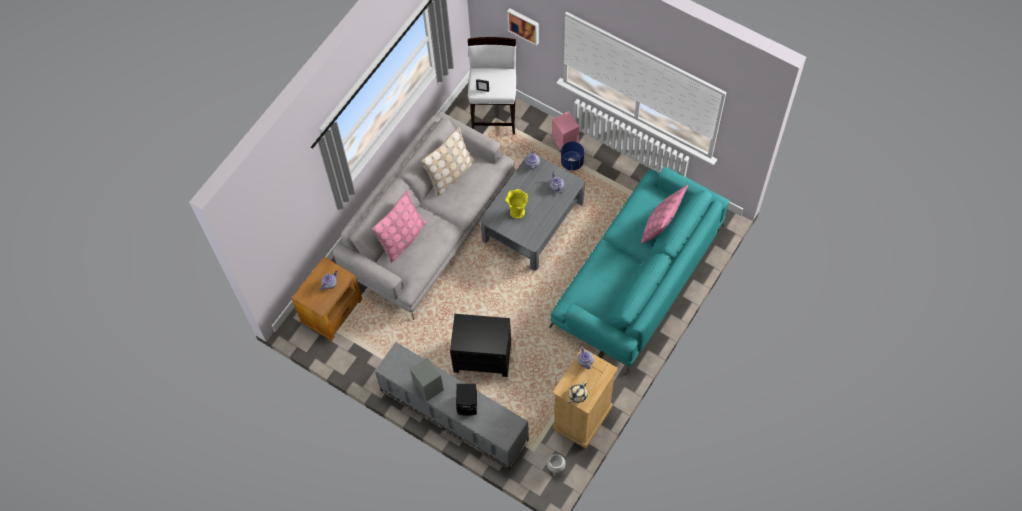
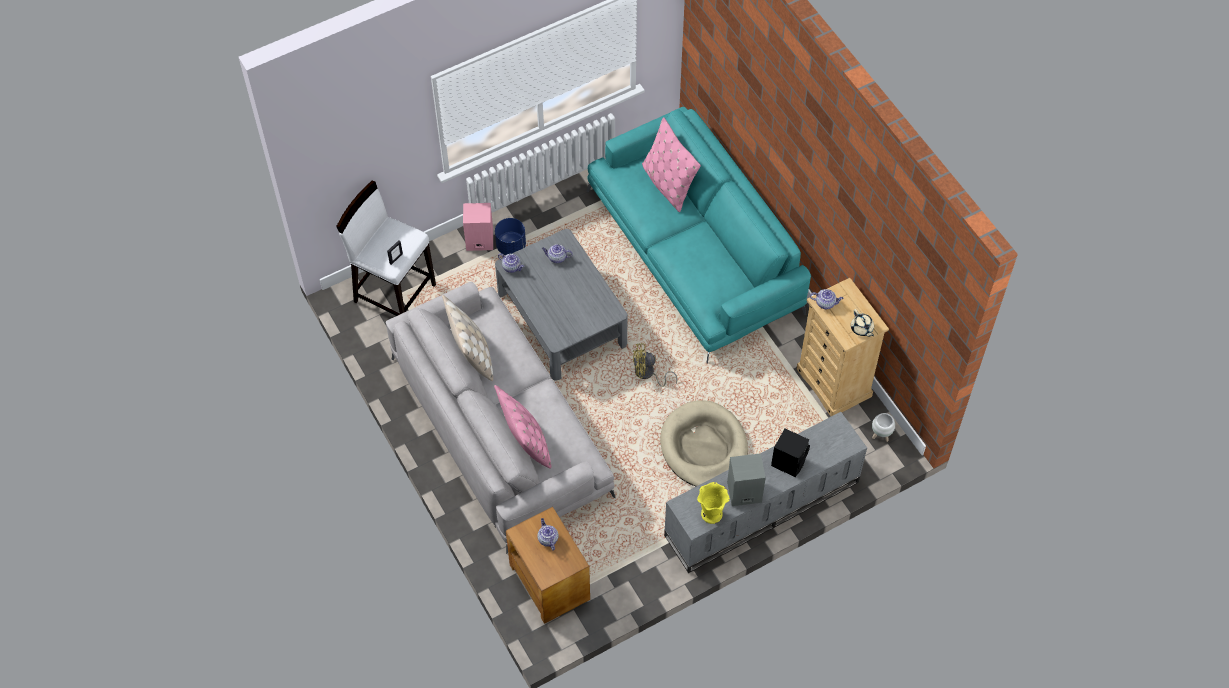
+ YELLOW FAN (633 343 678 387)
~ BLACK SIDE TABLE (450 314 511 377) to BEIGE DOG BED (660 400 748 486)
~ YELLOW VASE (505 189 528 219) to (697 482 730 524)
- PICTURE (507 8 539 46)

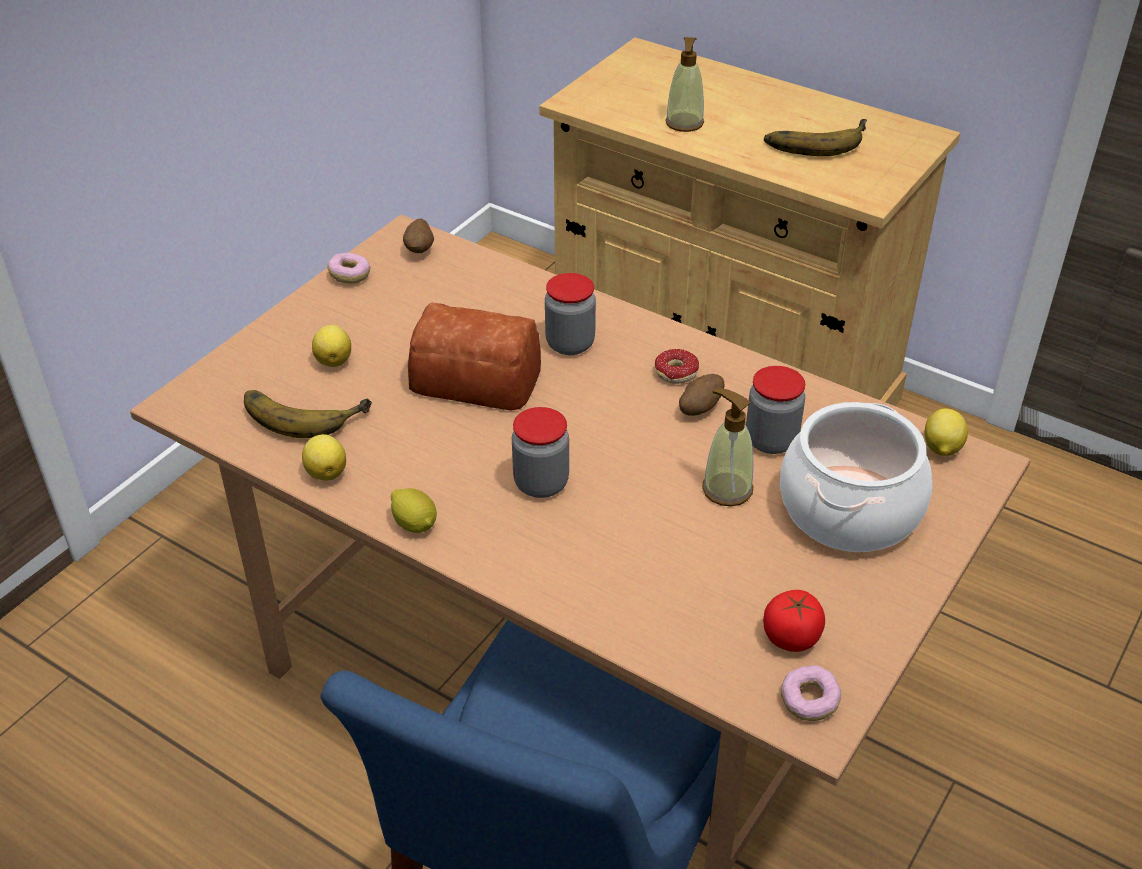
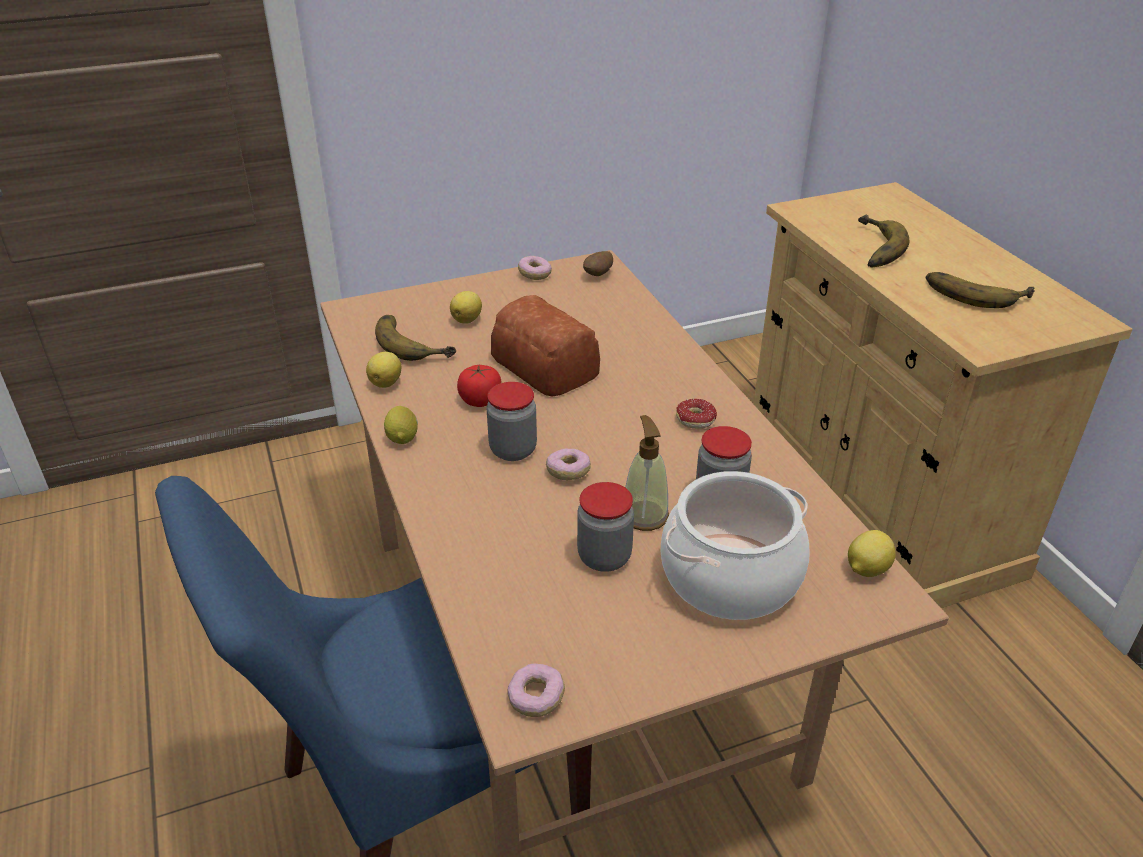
~ TOMATO (763 590 825 652) to (457 365 502 407)
+ DONUT (546 449 591 480)
~ JAR (545 273 596 355) to (577 482 634 572)
~ SOAP DISPENSER (665 37 704 132) to BANANA (858 215 909 267)
- POTATO (679 374 724 416)

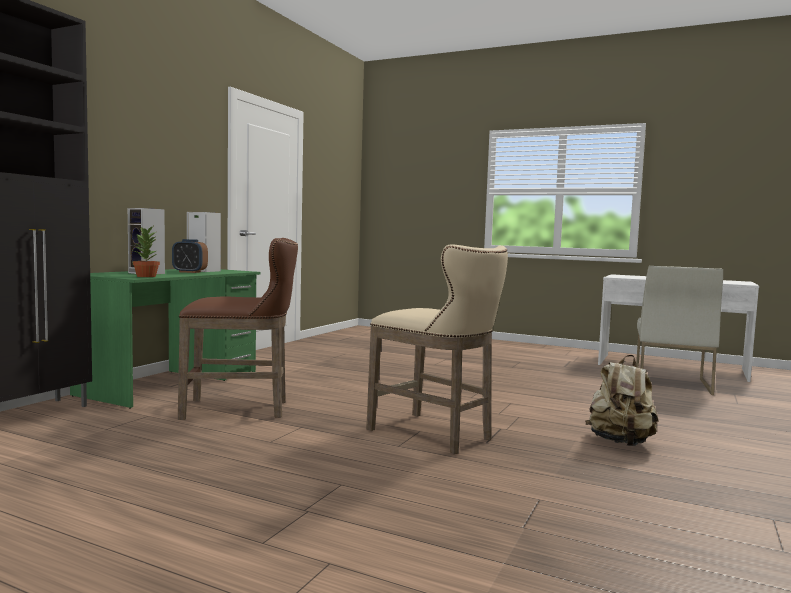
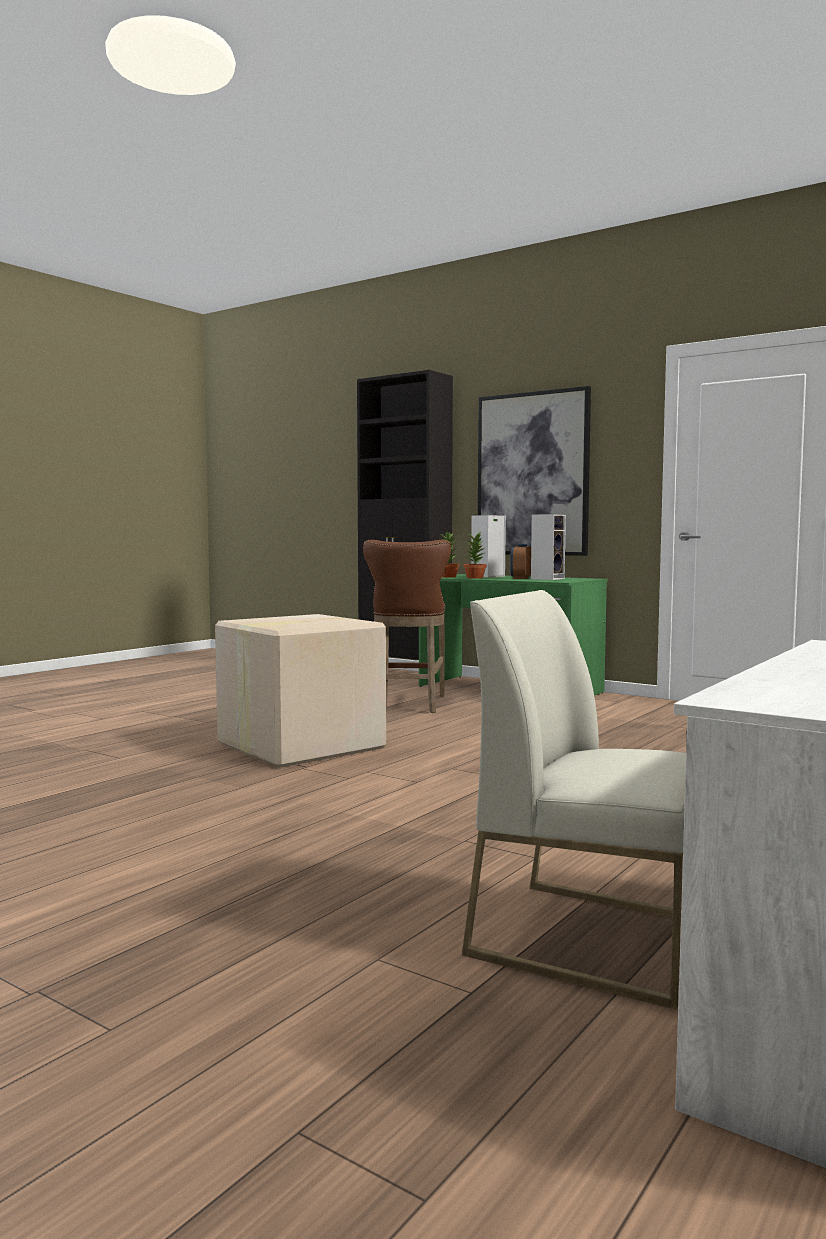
~ BEIGE STOOL (366 245 508 454) to CARDBOARD BOX (215 614 386 768)
+ POTTED PLANT (464 532 487 579)
+ PICTURE (478 386 591 556)
- BEIGE BACKPACK (585 355 658 446)

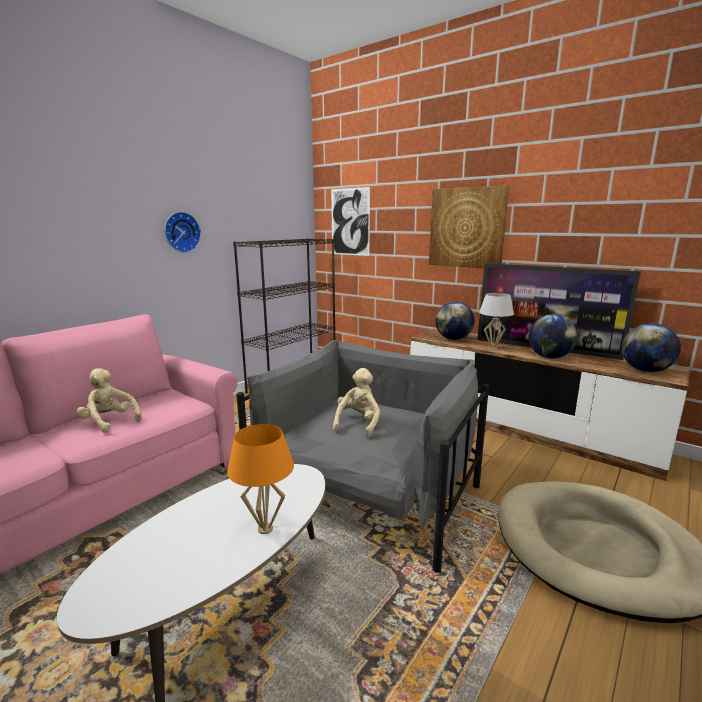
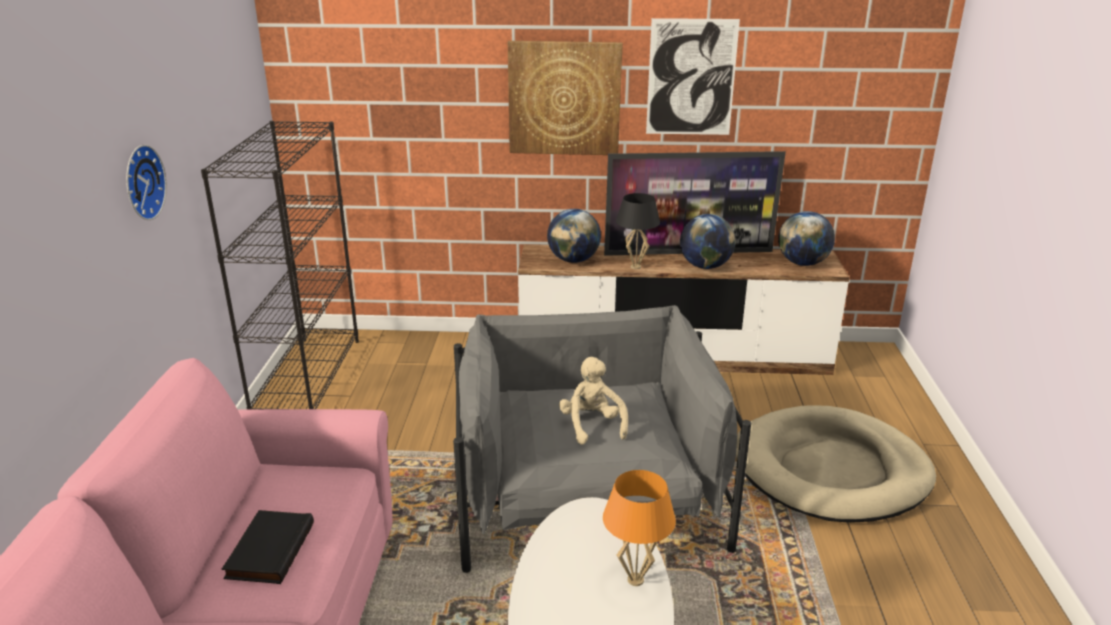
~ BEIGE PLUSH TOY (77 368 142 433) to BLACK BOOK (222 510 314 584)
~ WHITE TABLE LAMP (479 293 514 350) to BLACK TABLE LAMP (616 193 660 269)
~ PICTURE (331 187 370 256) to (646 18 740 135)

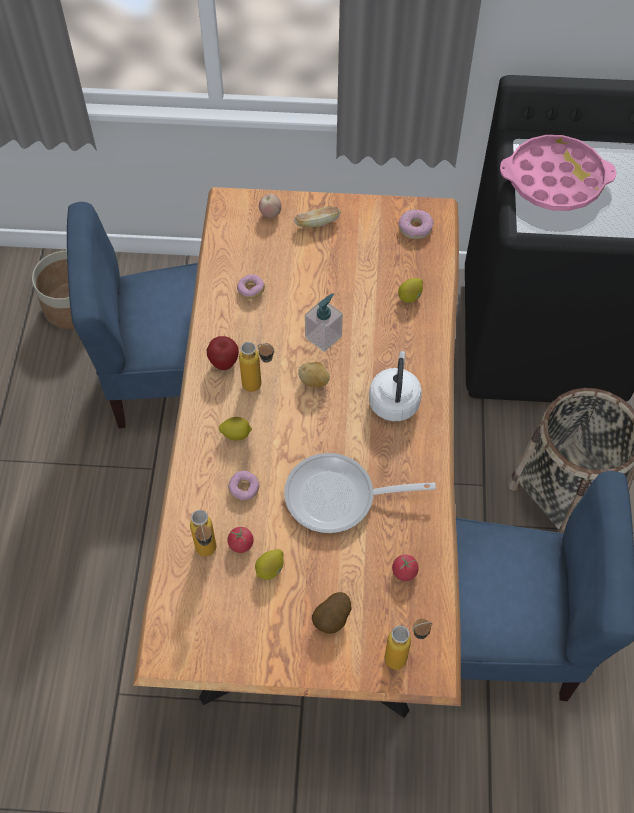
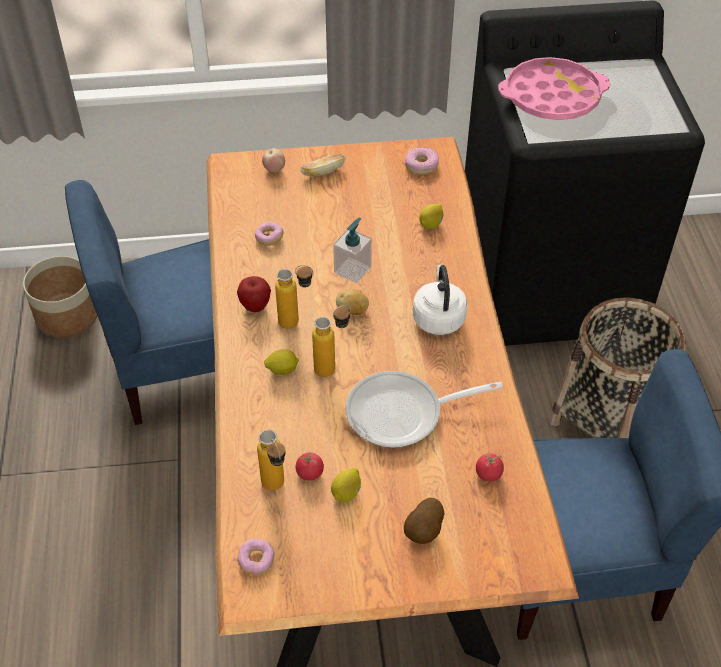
~ DONUT (228 471 260 501) to (237 538 274 575)
~ BOTTLE (384 619 432 669) to (312 305 351 377)

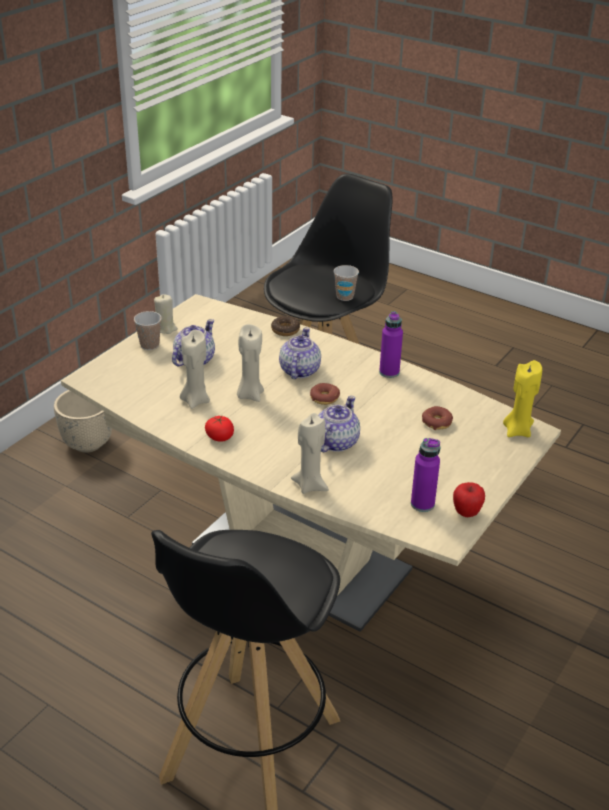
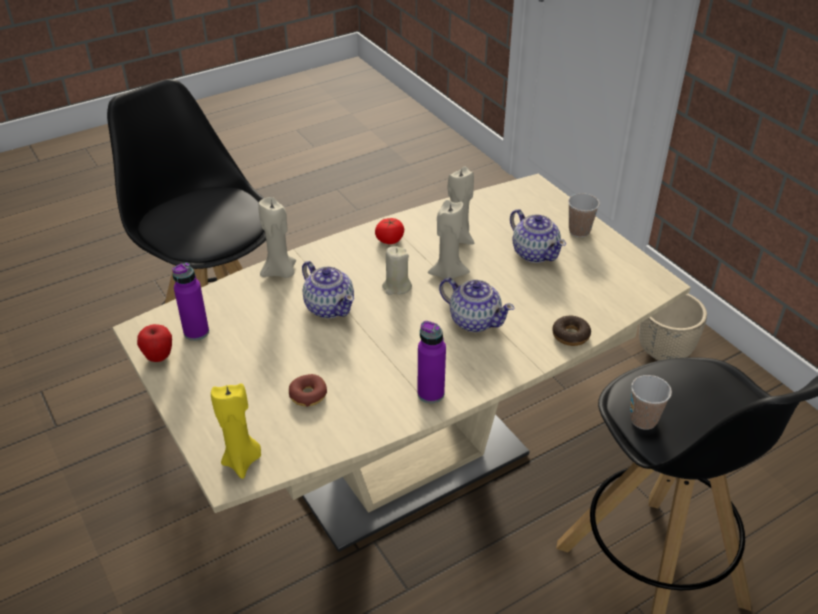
~ BEIGE CANDLE (154 294 178 334) to (382 246 412 295)
- DONUT (310 383 340 405)

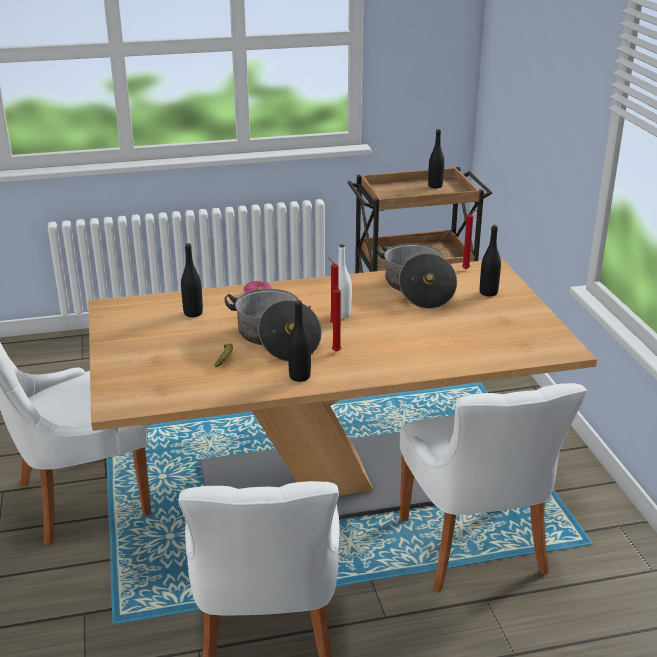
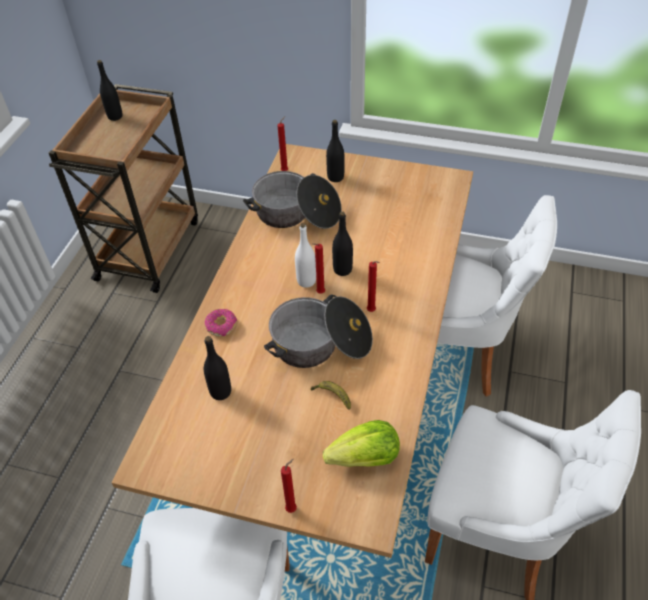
+ RED CANDLE (281 459 297 513)
+ LETTUCE (323 420 400 467)
~ BLACK BOTTLE (288 300 311 382) to (332 212 353 276)

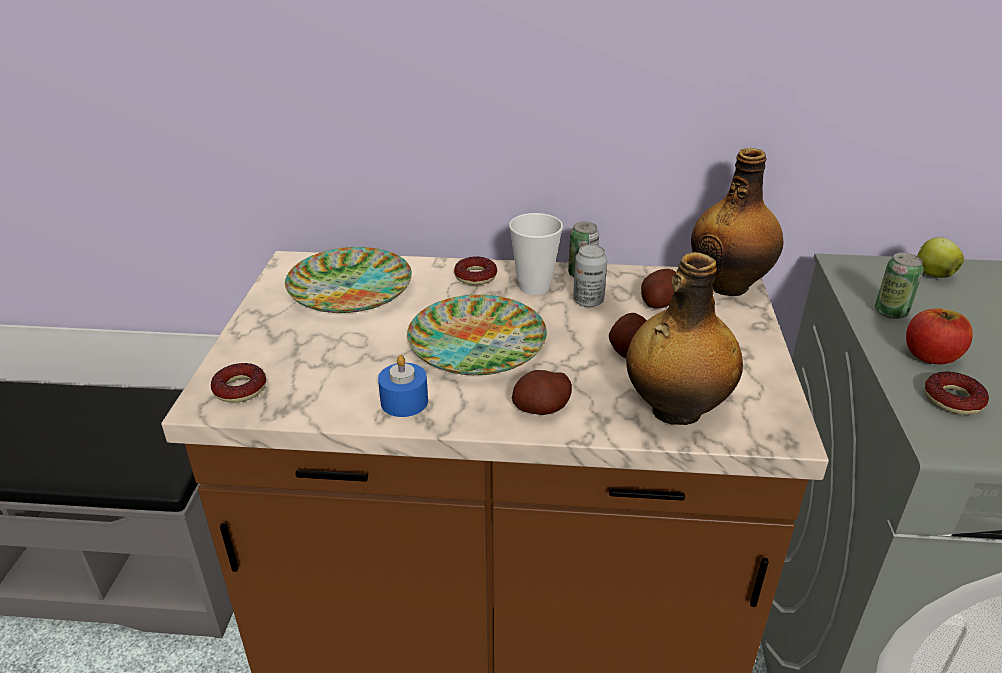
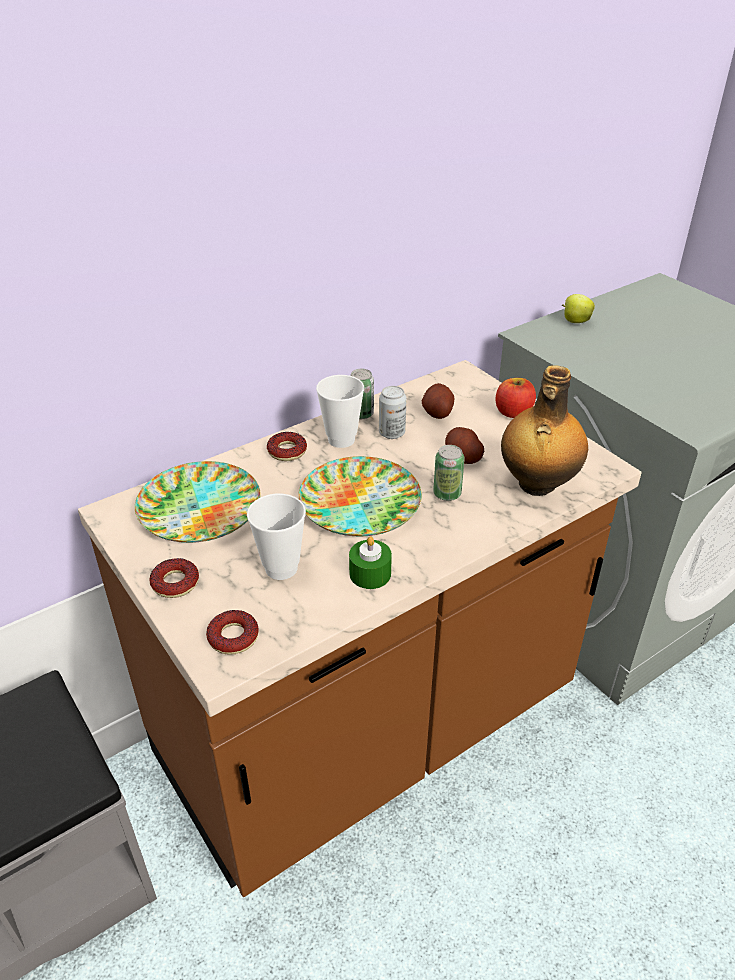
~ DONUT (925 372 989 415) to (149 558 199 598)
+ CUP (247 494 306 580)
~ BLUE CANDLE (378 355 428 417) to GREEN CANDLE (349 536 392 589)
~ CAN (875 253 924 319) to (433 445 465 501)
~ APPLE (906 308 973 364) to (496 378 536 418)
- POTATO (512 370 572 415)
- BOTTLE (691 148 784 296)

